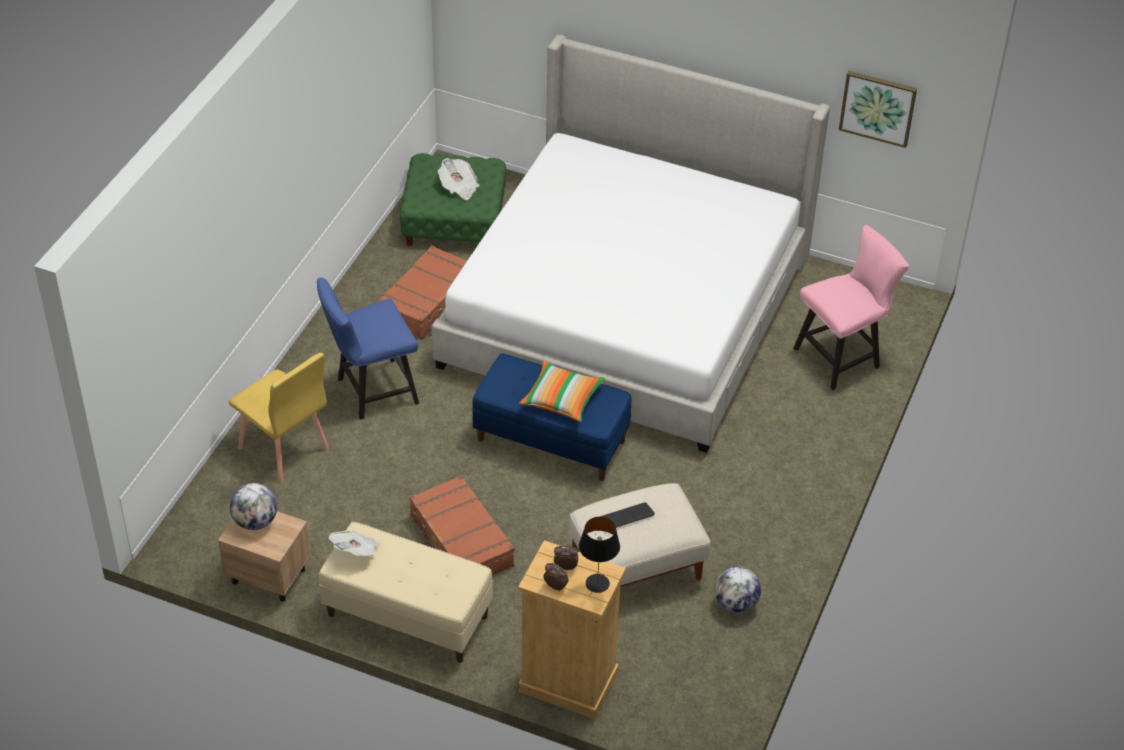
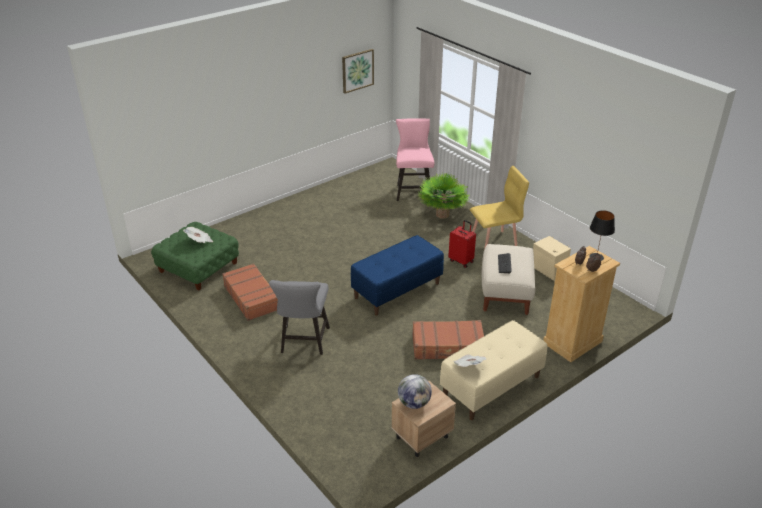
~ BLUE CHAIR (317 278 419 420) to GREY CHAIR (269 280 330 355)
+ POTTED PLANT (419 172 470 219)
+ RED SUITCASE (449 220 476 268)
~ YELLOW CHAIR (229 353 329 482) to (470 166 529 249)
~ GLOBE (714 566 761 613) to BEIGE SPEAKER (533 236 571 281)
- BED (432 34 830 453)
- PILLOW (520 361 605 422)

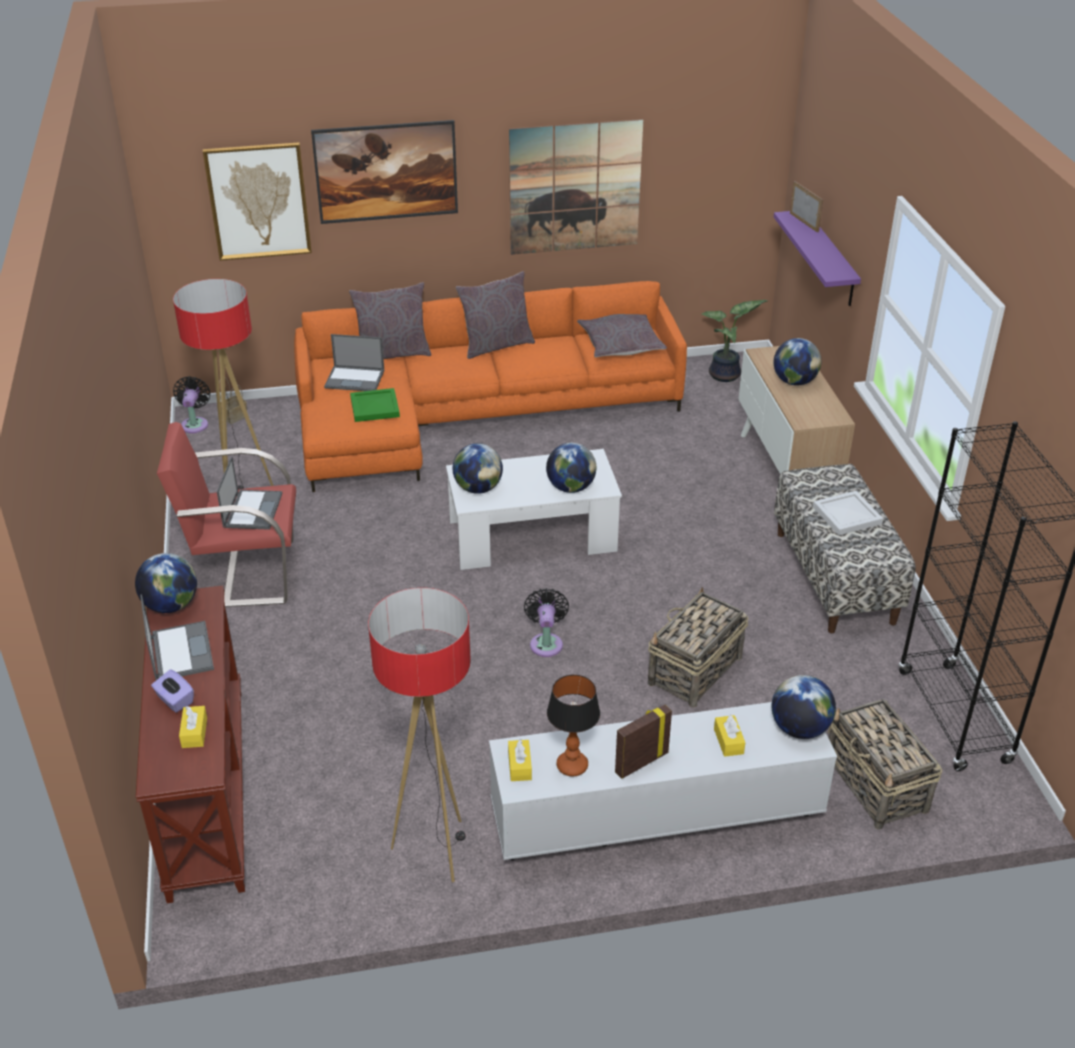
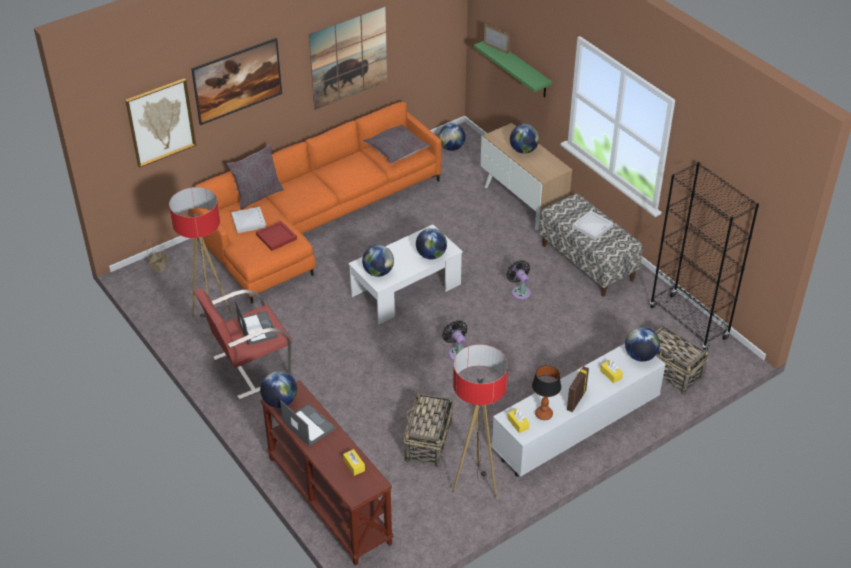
~ LAPTOP (324 334 384 391) to WHITE TRAY (231 207 266 233)
~ GREEN TRAY (350 388 400 422) to RED TRAY (256 221 297 251)
~ BASKET (648 587 748 708) to (404 391 453 467)
~ POTTED PLANT (701 300 768 382) to GLOBE (439 124 466 151)
~ PURPLE SHELF (774 211 861 306) to GREEN SHELF (474 41 552 97)
~ BLACK FAN (173 376 210 433) to (506 260 531 300)
- PURPLE TISSUE BOX (151 669 194 713)
- GREY PILLOW (456 271 535 359)

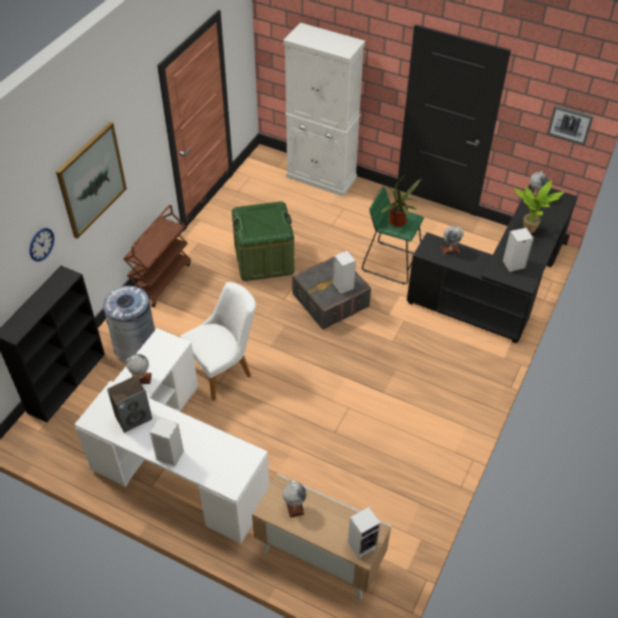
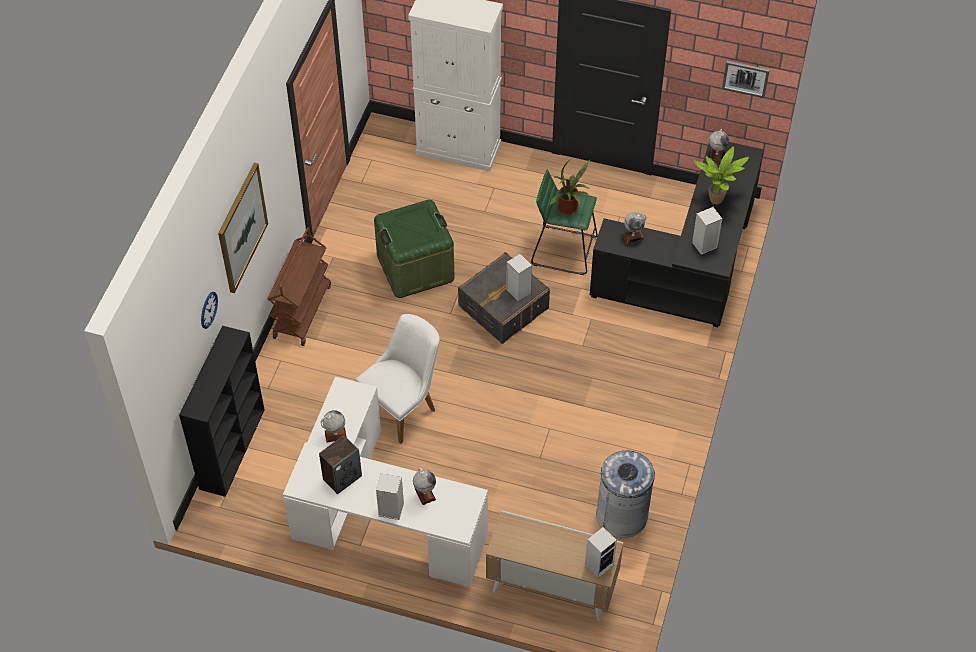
~ GLOBE (283 480 306 518) to (413 468 436 505)
~ GREY TRASH CAN (103 286 155 364) to (596 451 655 538)

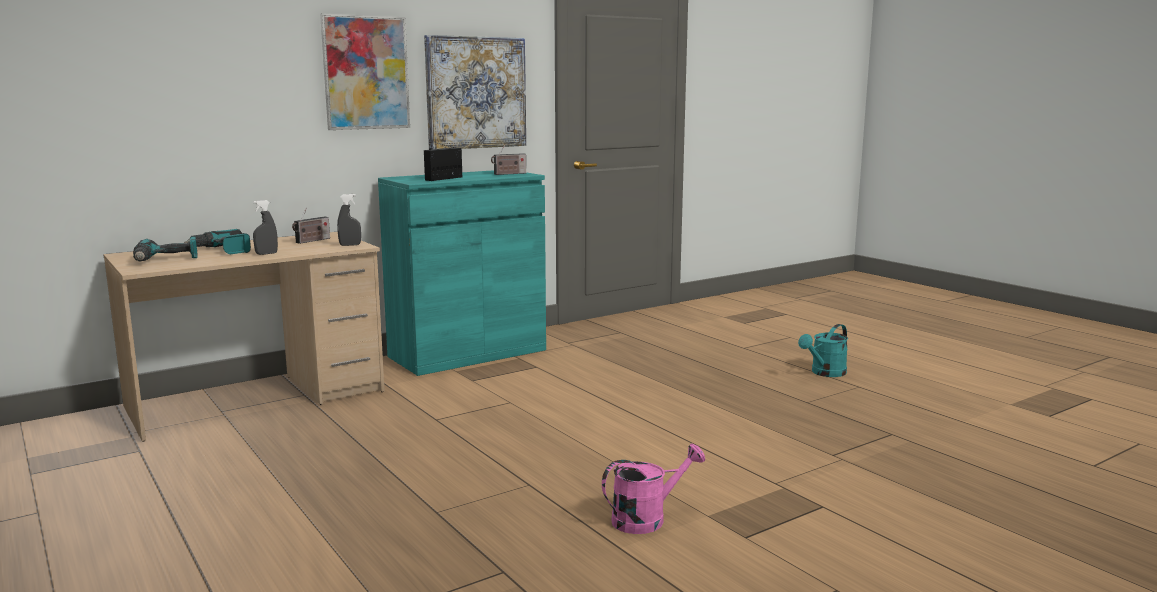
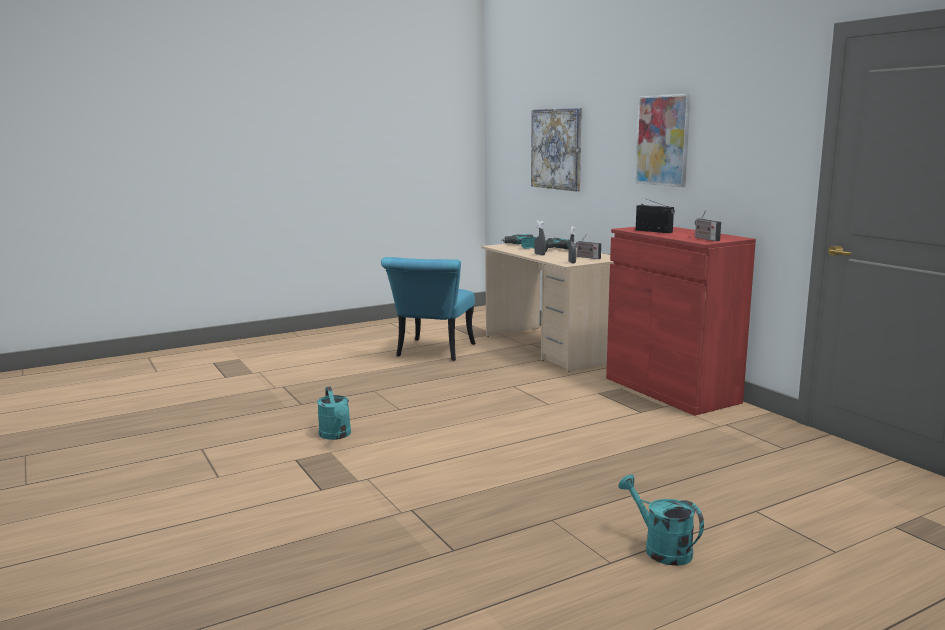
~ PINK WATERING CAN (602 444 705 534) to TURQUOISE WATERING CAN (317 386 351 440)
+ TURQUOISE CHAIR (381 257 476 361)
~ PICTURE (424 35 526 150) to (531 108 582 191)
~ TURQUOISE CABINET (378 170 546 376) to RED CABINET (606 227 756 416)

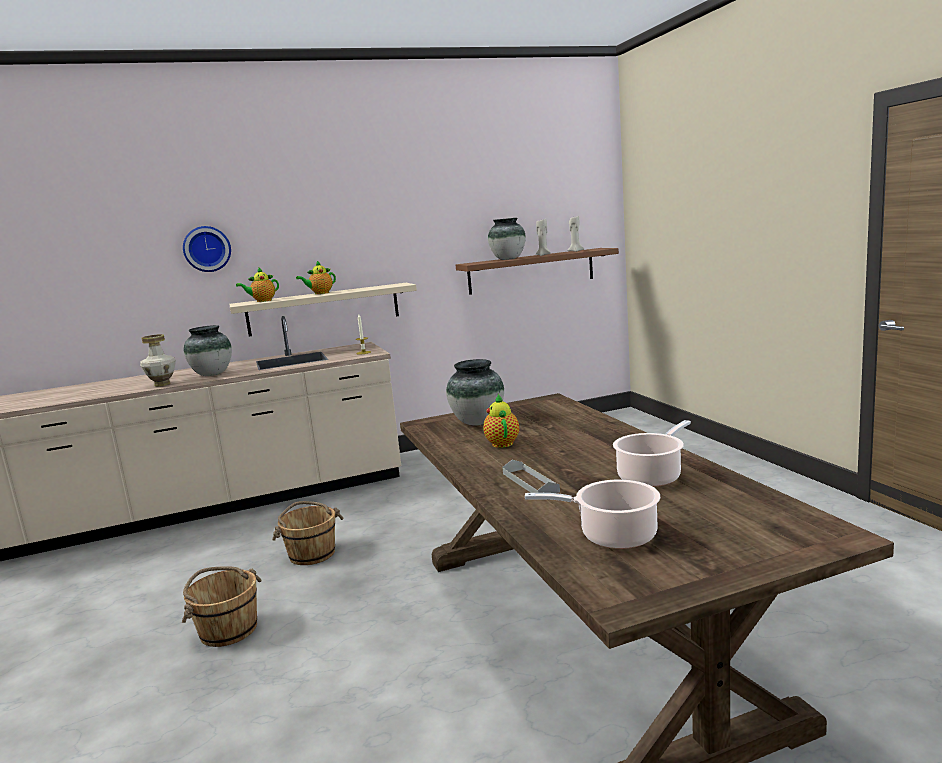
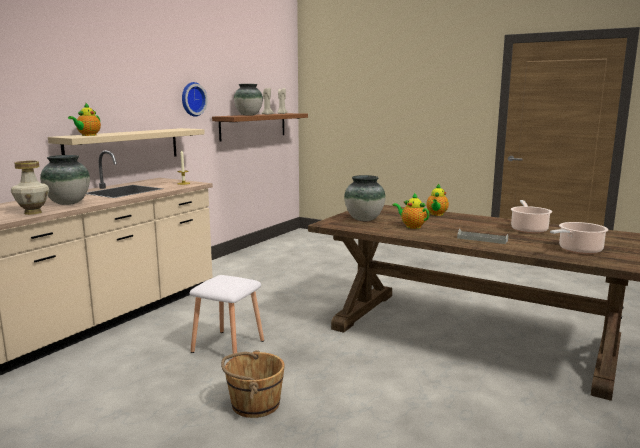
~ WALL CLOCK (183 226 231 272) to (182 82 208 117)
~ BROWN BUCKET (272 501 344 565) to WHITE STOOL (189 275 264 358)
~ TEAPOT (296 261 336 294) to (426 183 449 216)

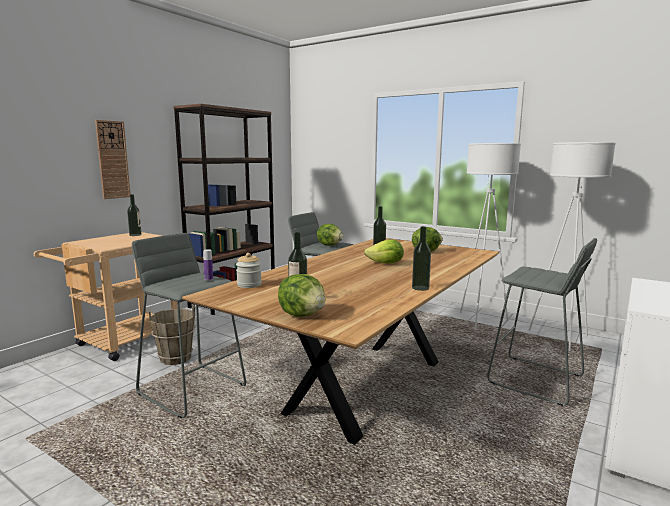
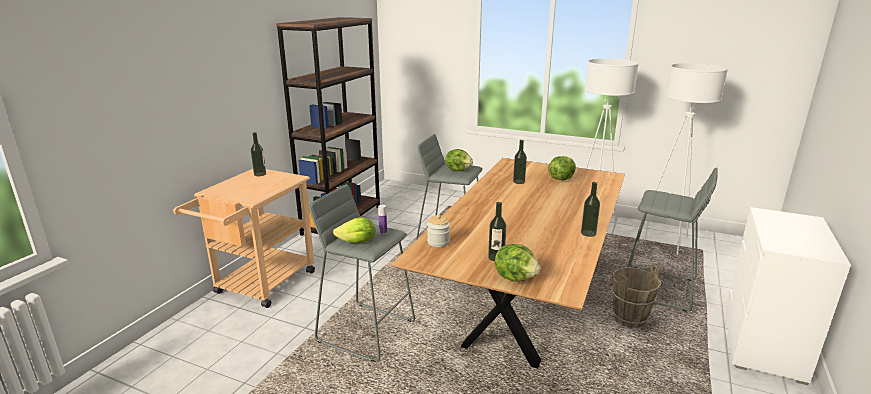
~ LETTUCE (364 239 404 264) to (333 217 375 243)
~ BROWN BUCKET (149 305 195 365) to (611 264 661 328)
- WALL CLOCK (95 120 131 199)

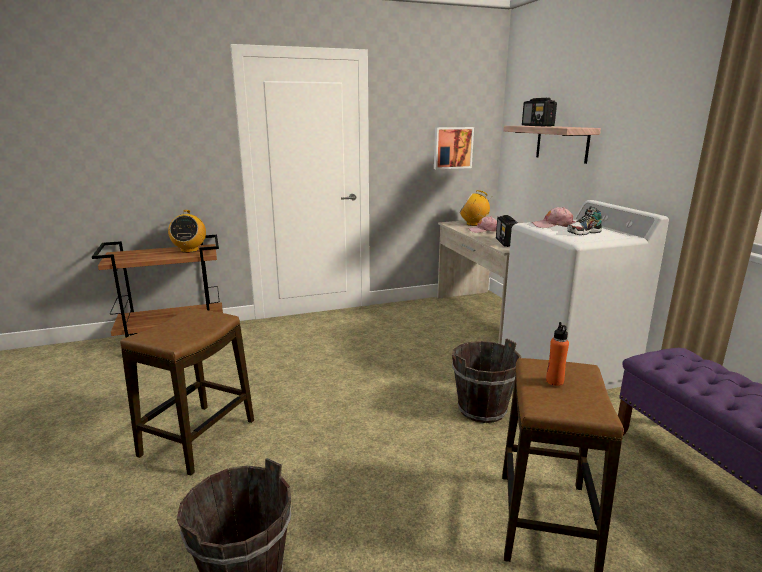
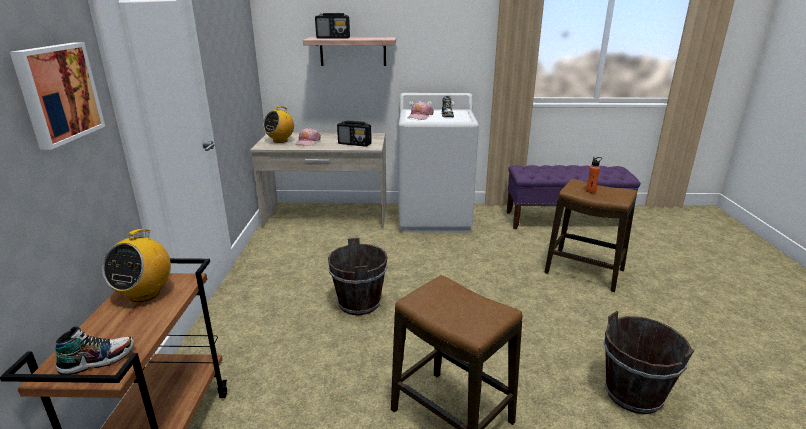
~ PICTURE (434 127 474 169) to (10 42 105 150)
+ SHOE (55 326 134 375)
~ RADIO (168 210 206 253) = (102 229 171 302) 90 degrees clockwise
~ BROWN BUCKET (452 339 521 423) to (328 238 388 316)

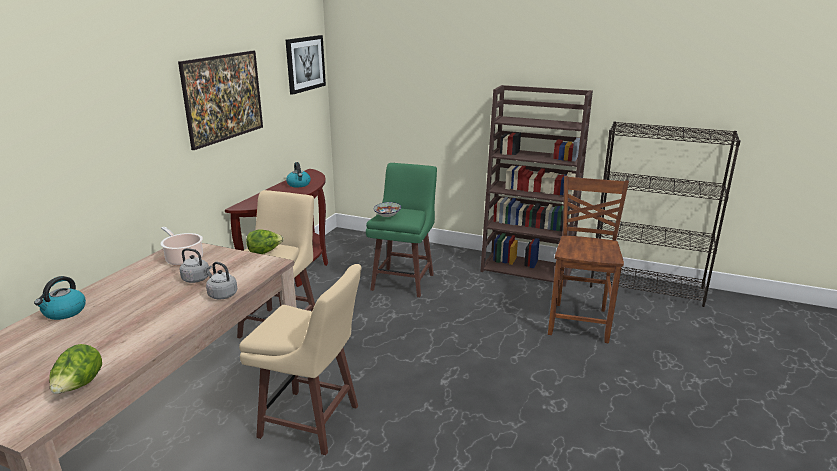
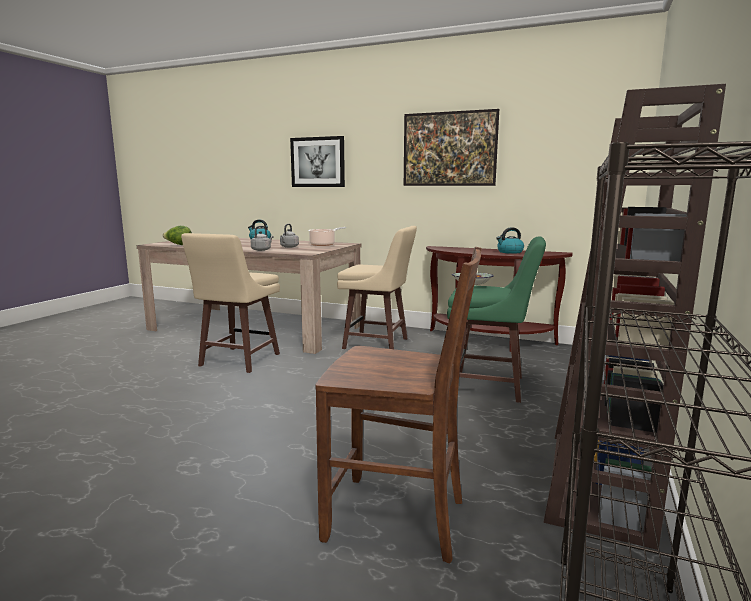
~ PICTURE (286 35 326 95) to (290 136 345 187)
- LETTUCE (246 229 284 254)

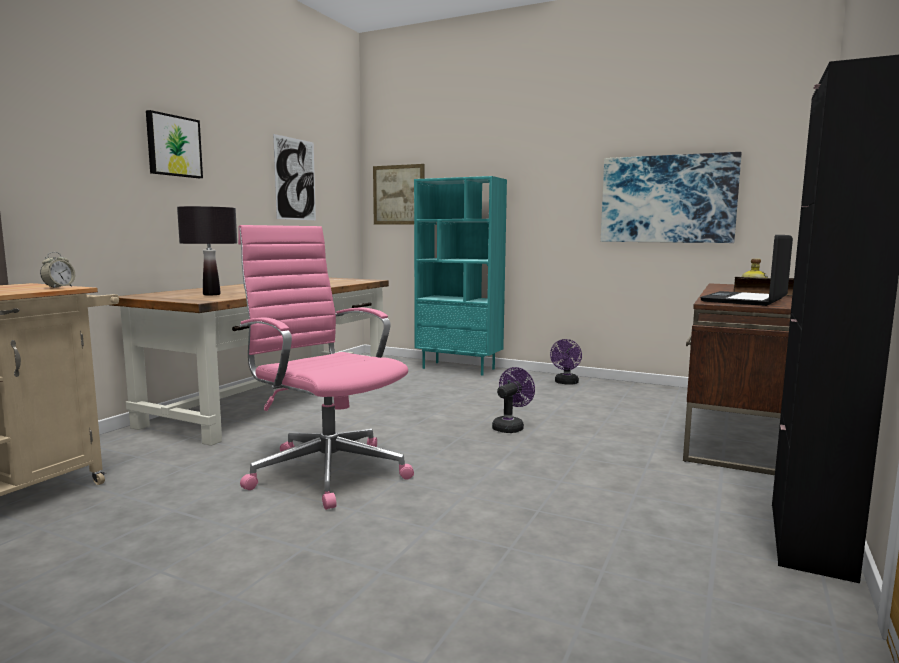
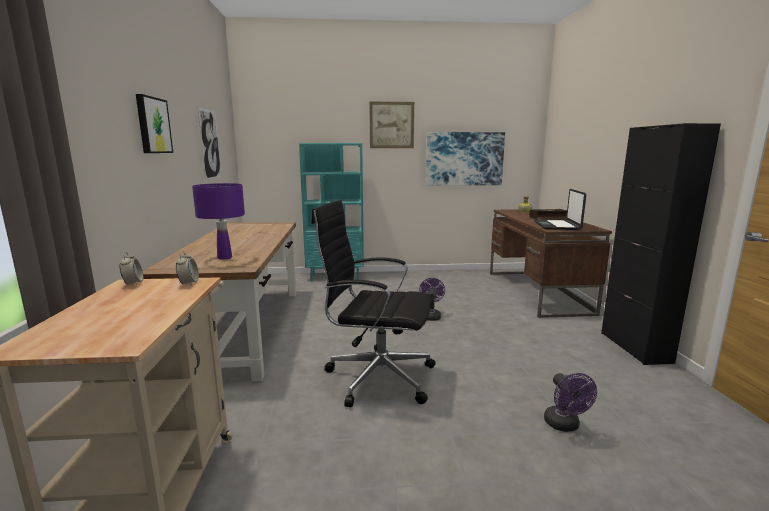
+ ALARM CLOCK (119 252 143 285)
~ BLACK TABLE LAMP (177 206 237 295) to PURPLE TABLE LAMP (192 183 245 260)
~ PINK OFFICE CHAIR (238 225 414 510) to BLACK OFFICE CHAIR (311 200 436 407)
~ PICTURE (373 164 424 225) to (370 102 414 148)
~ PURPLE FAN (550 339 582 385) to (544 373 597 432)

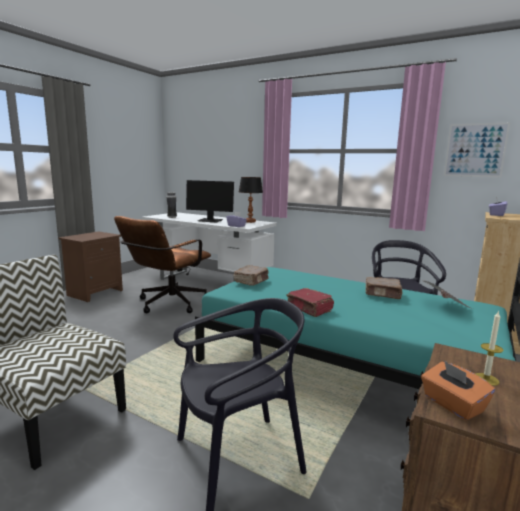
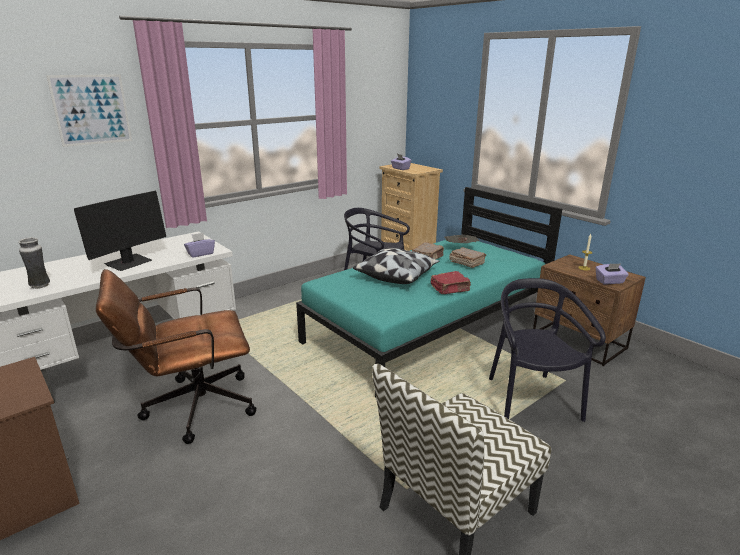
~ PICTURE (444 122 510 177) to (46 74 132 147)
~ BROWN OFFICE CHAIR (114 216 211 313) = (96 269 257 444) 105 degrees clockwise
+ PILLOW (353 248 439 284)
~ BROWN BOOK (234 265 269 286) to (449 247 486 268)
~ ORANGE TISSUE BOX (421 360 495 421) to PURPLE TISSUE BOX (596 263 628 284)
- TABLE LAMP (239 177 263 223)

